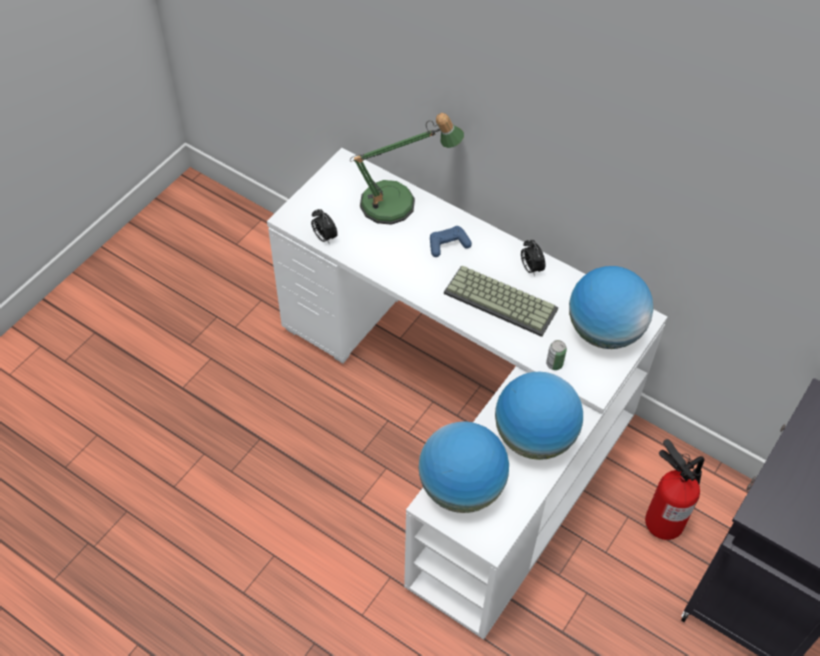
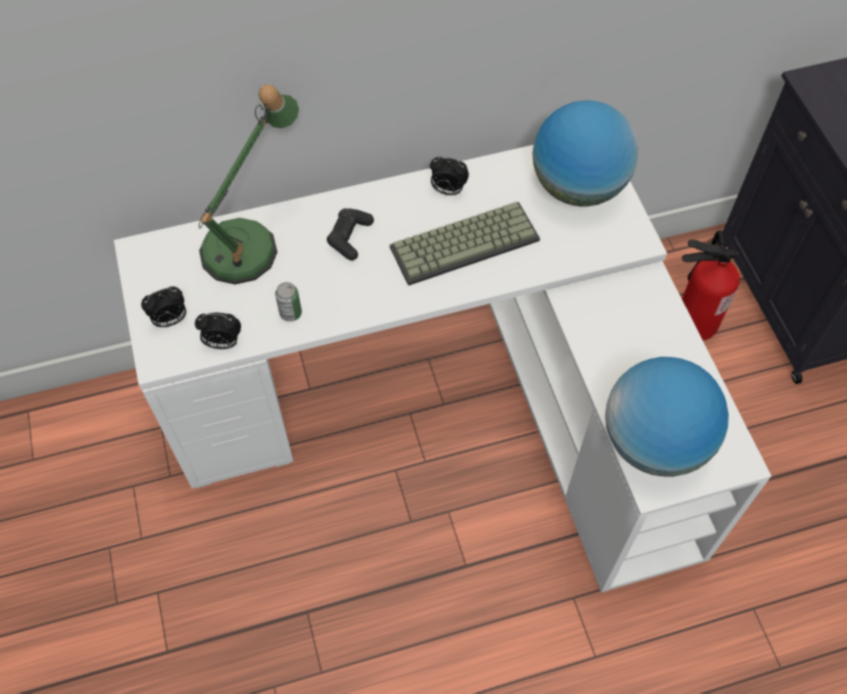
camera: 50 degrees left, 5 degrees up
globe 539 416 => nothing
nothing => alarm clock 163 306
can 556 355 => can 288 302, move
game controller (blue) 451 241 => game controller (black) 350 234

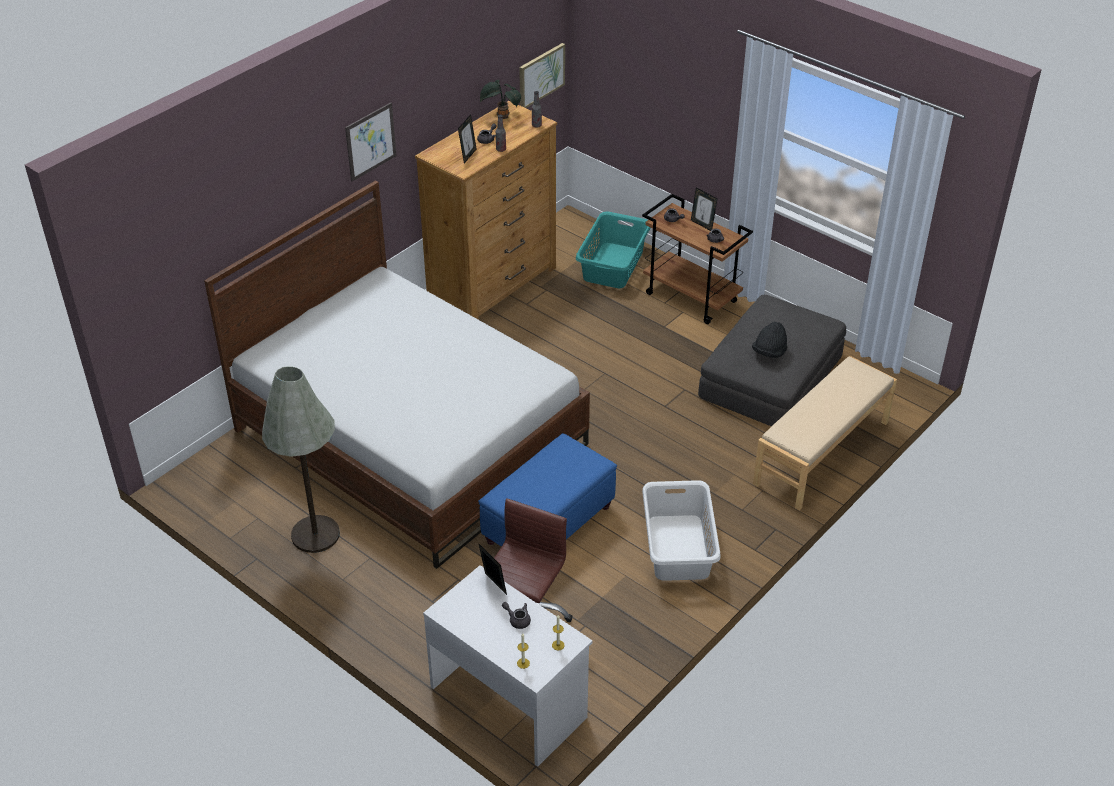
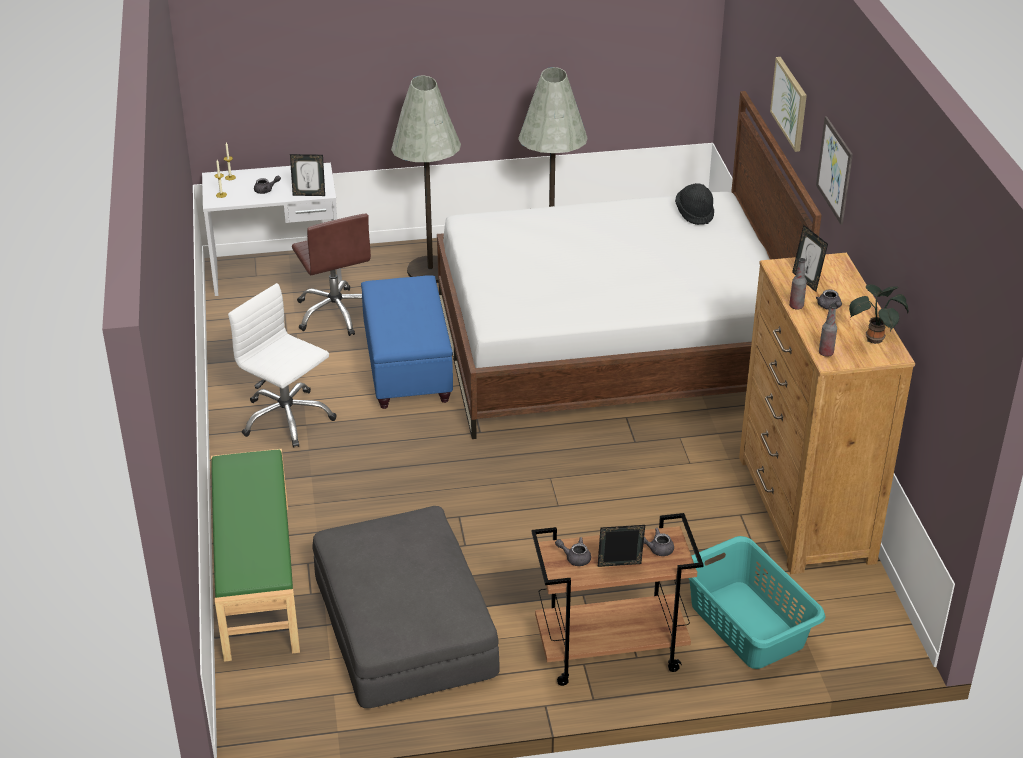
camera: 130 degrees right, 5 degrees down
nothing => floor lamp (grey) 426 179
picture 542 75 => picture 788 104, move
hat (black) 769 340 => hat (black) 694 204, move
laundry basket (white) 681 530 => office chair (white) 282 365
bench (beige) 825 433 => bench (green) 255 555

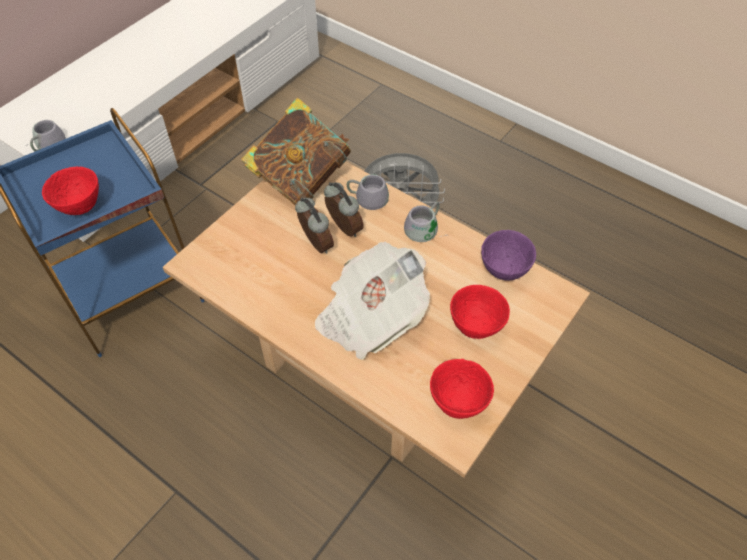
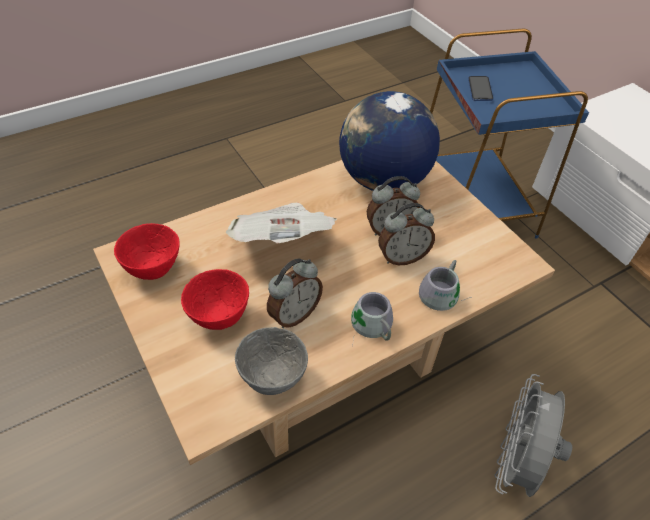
camera: 110 degrees right, 5 degrees down
mug (grey) 46 135 => nothing
book 296 151 => nothing
nothing => alarm clock 295 293
nothing => globe 389 141
bowl (red) 70 191 => phone 481 88
bowl (purple) 508 255 => bowl (grey) 271 361

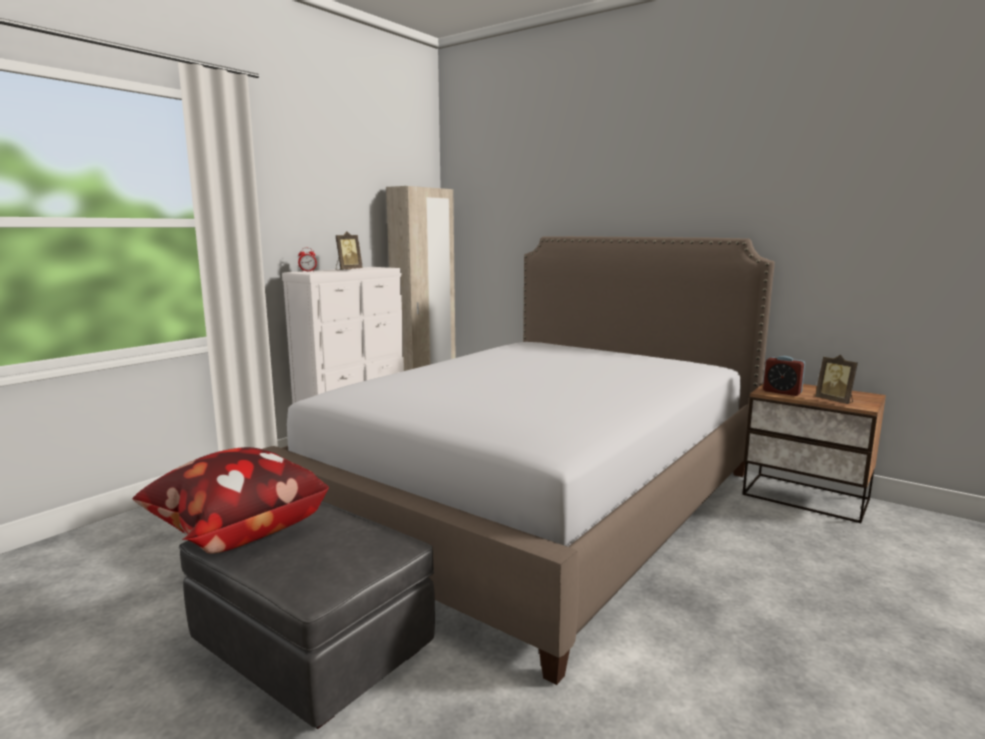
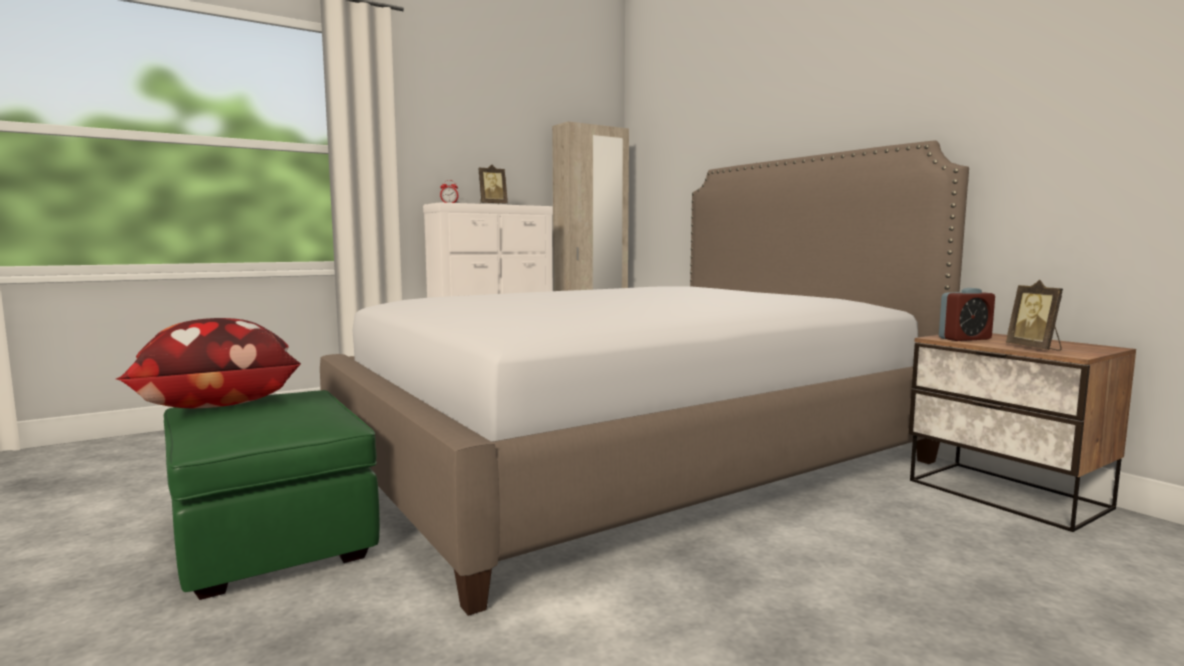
camera: 20 degrees right, 5 degrees down
ottoman (grey) 307 615 => ottoman (green) 272 495
alarm clock 784 376 => alarm clock 967 314, 75 degrees counterclockwise

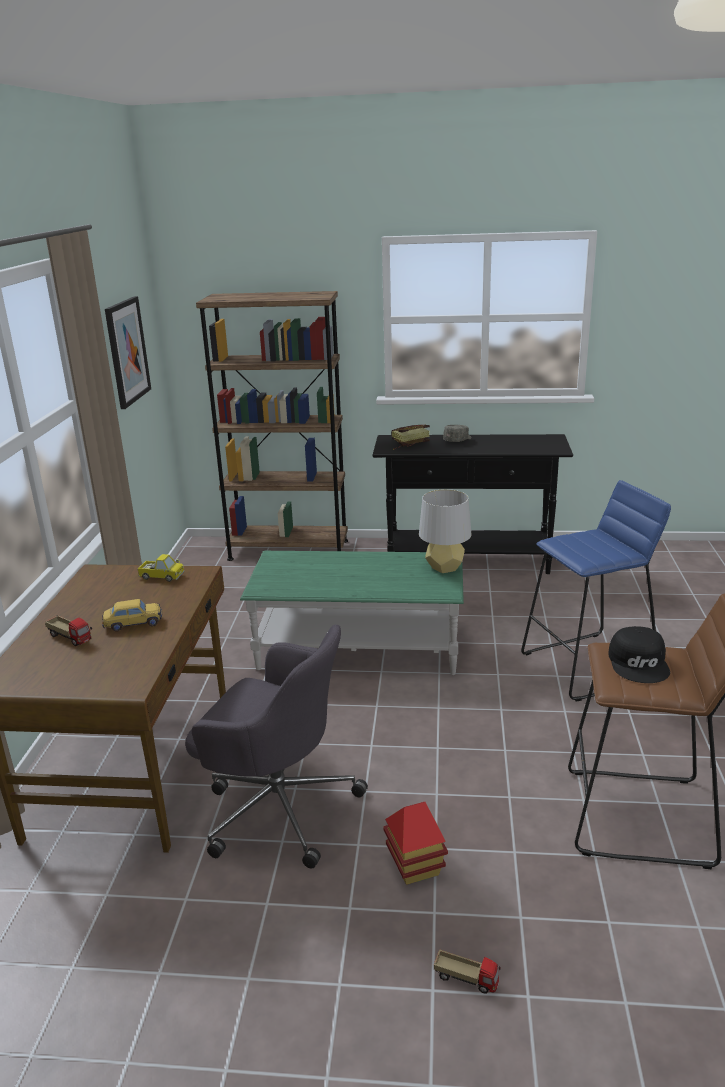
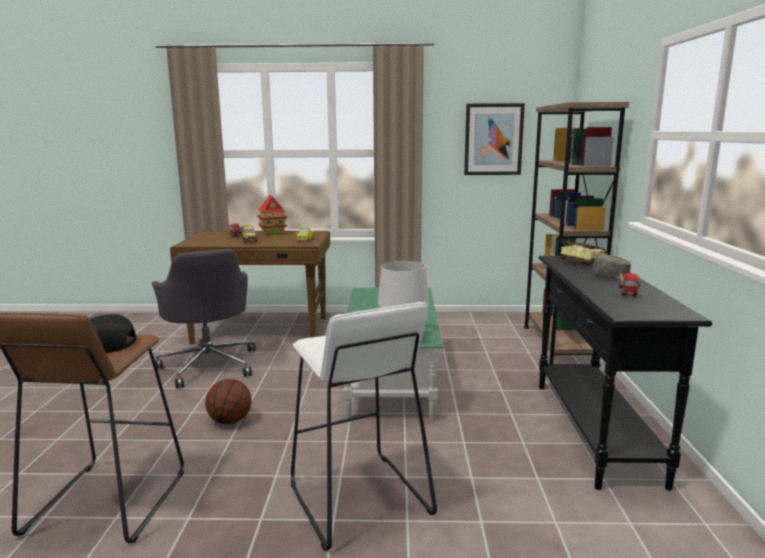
camera: 85 degrees right, 10 degrees down
nothing => basketball 228 401
toy house 415 843 => toy house 272 215, move
toy truck 467 971 => toy truck 630 284, move
stool (blue) 596 590 => stool (white) 364 426
office chair (grey) 276 747 => office chair (grey) 204 318, 45 degrees counterclockwise

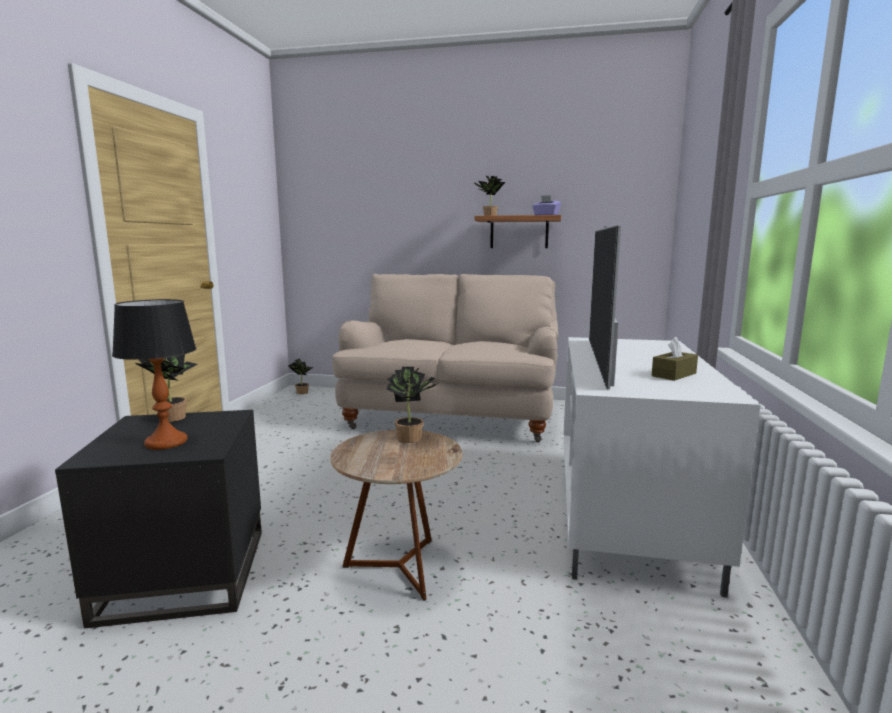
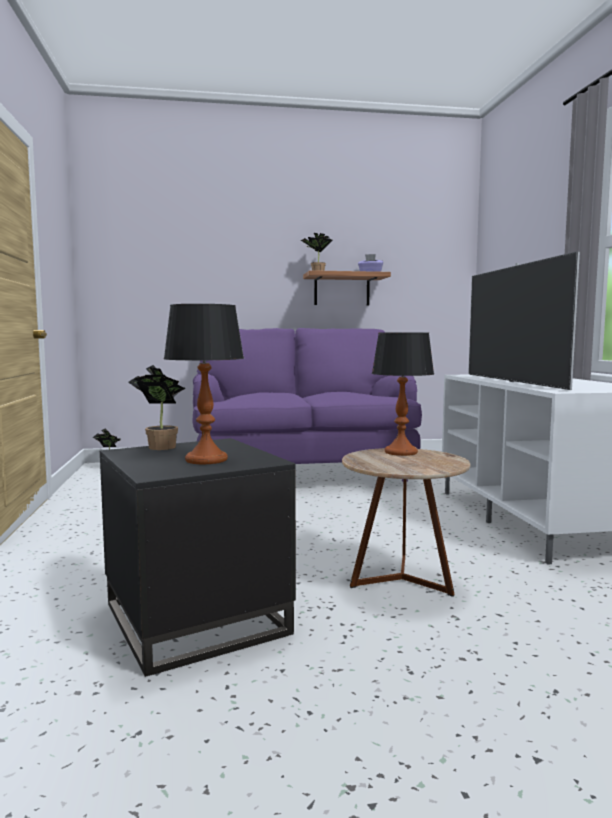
camera: 20 degrees left, 5 degrees down
tissue box (brown) 674 359 => nothing
potted plant 412 405 => table lamp 403 394
sofa (beige) 445 358 => sofa (purple) 307 405

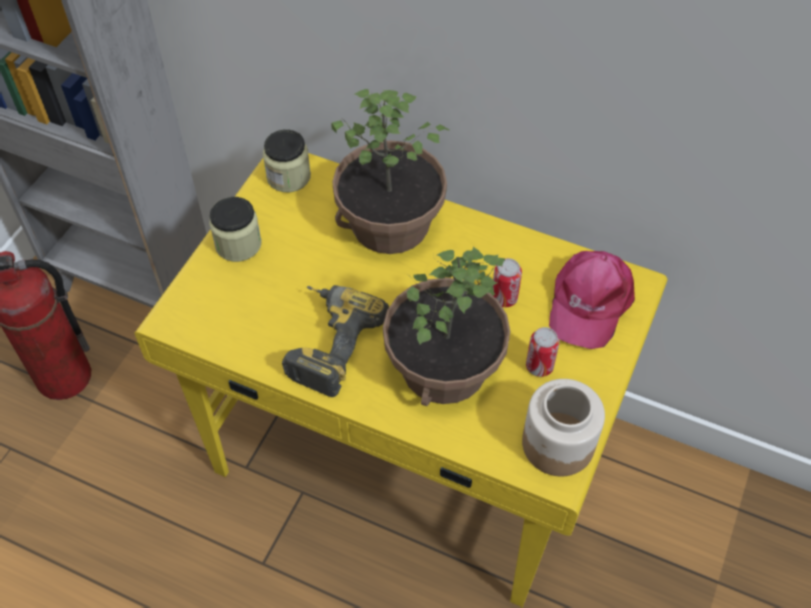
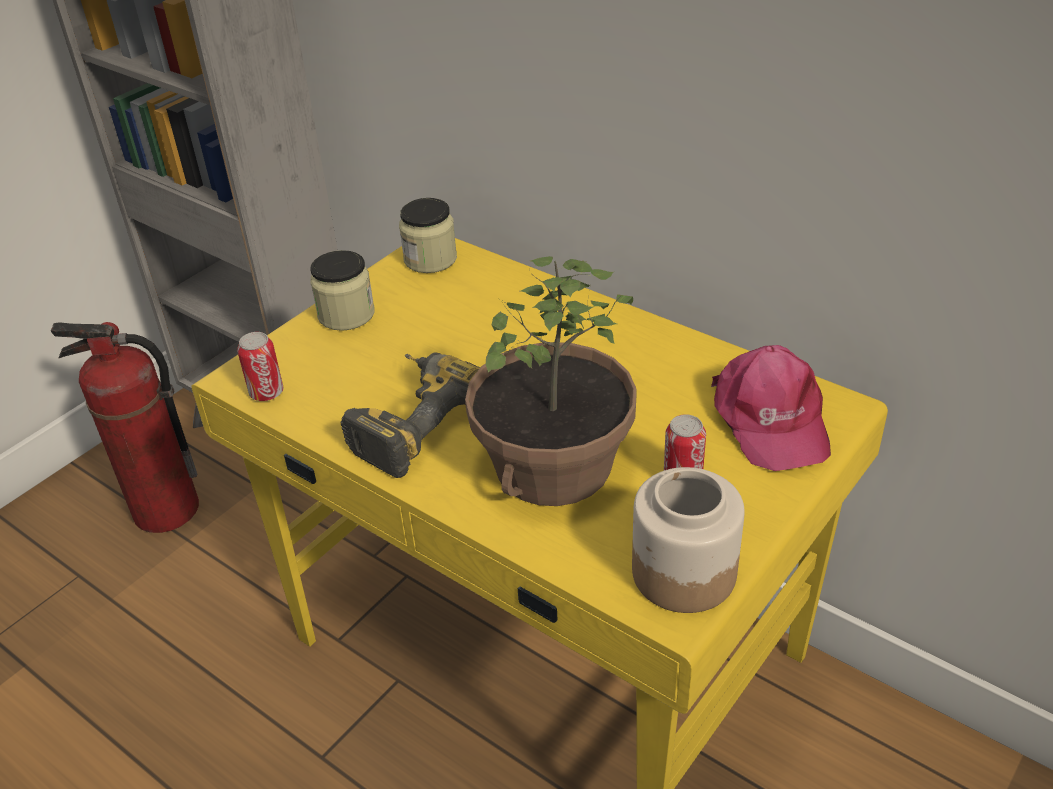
camera: 15 degrees right, 15 degrees down
potted plant 390 171 => nothing
can 506 282 => can 260 366, move
cap (pink) 592 300 => cap (pink) 771 408, 45 degrees counterclockwise

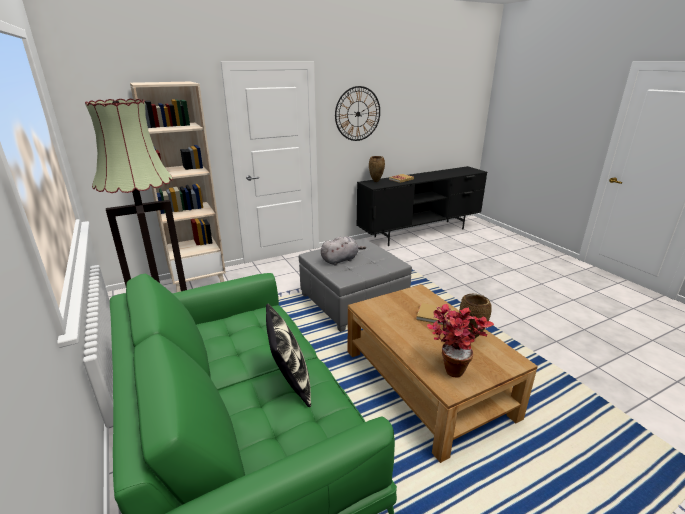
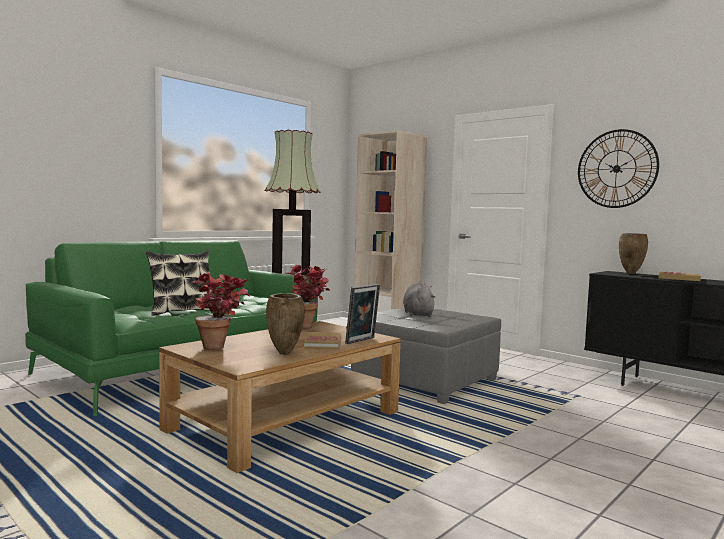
camera: 70 degrees right, 20 degrees down
nothing => potted plant 308 296
nothing => picture frame 362 314
plush toy (grey) 343 251 => plush toy (grey) 419 299, 135 degrees counterclockwise

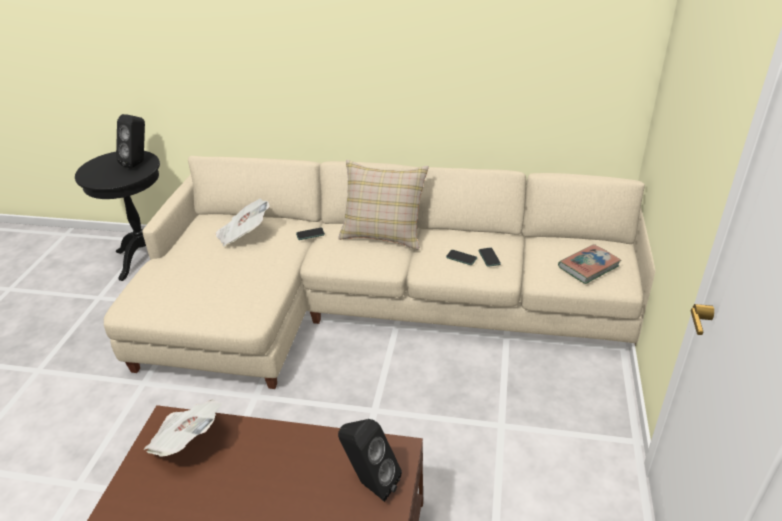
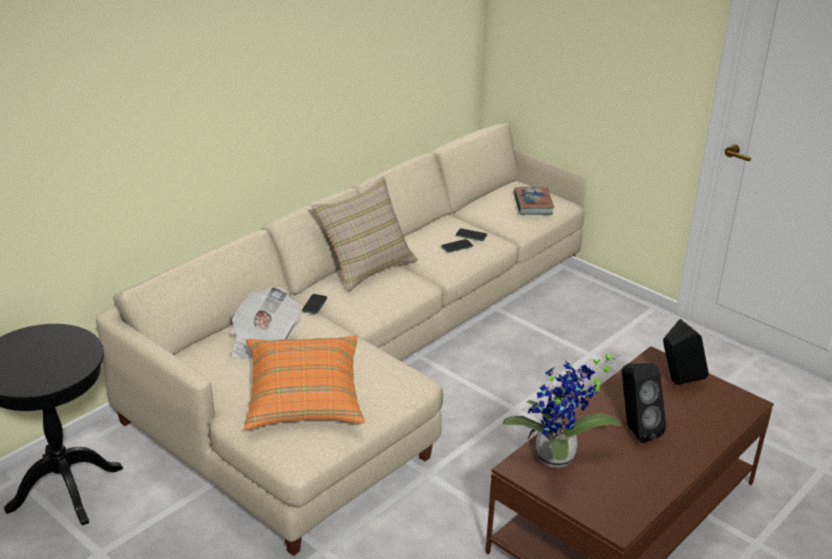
camera: 60 degrees left, 5 degrees down
nothing => pillow (orange) 304 383
speaker (black) 130 141 => speaker (black) 644 403, move
newspaper 183 428 => potted plant 562 411

